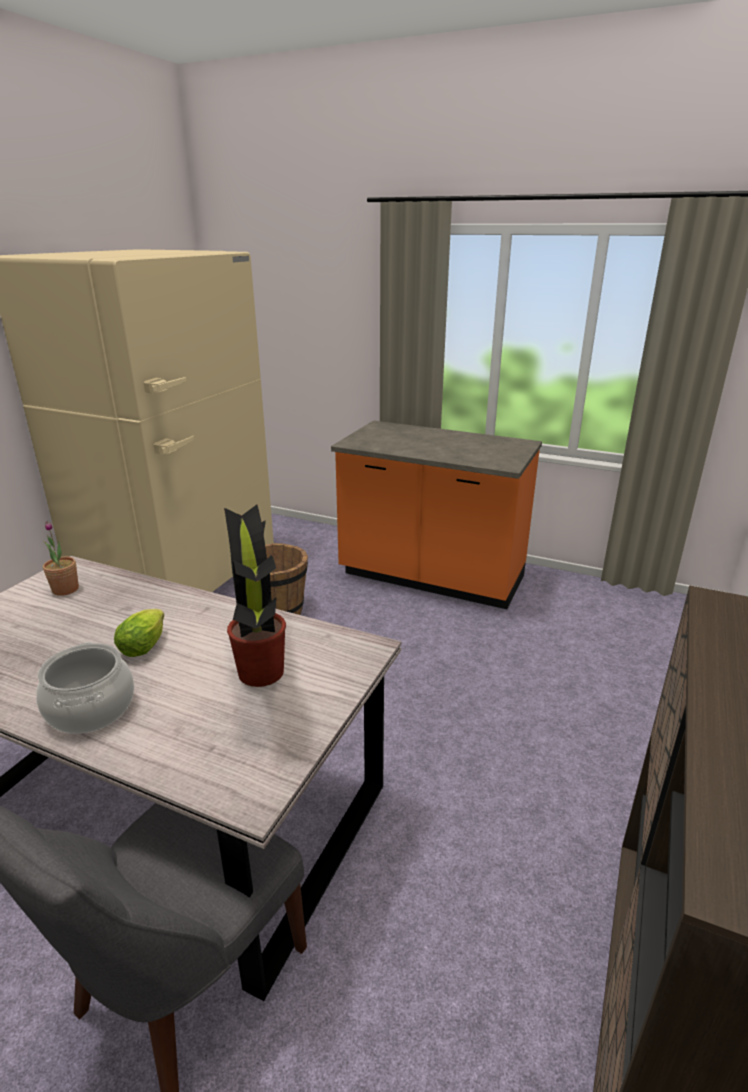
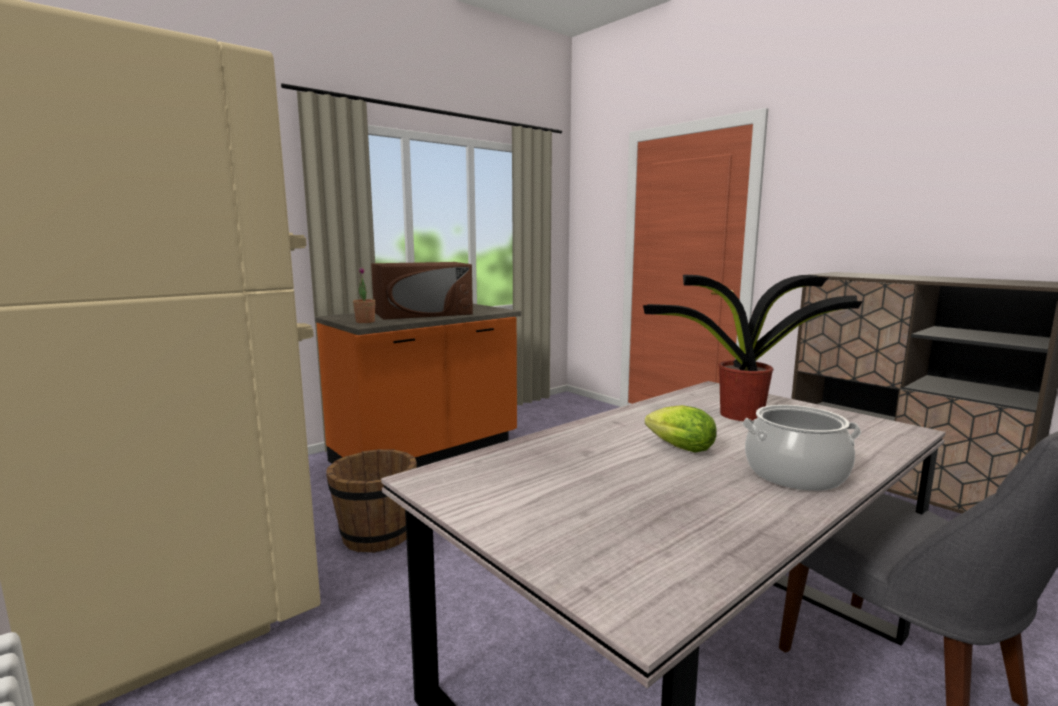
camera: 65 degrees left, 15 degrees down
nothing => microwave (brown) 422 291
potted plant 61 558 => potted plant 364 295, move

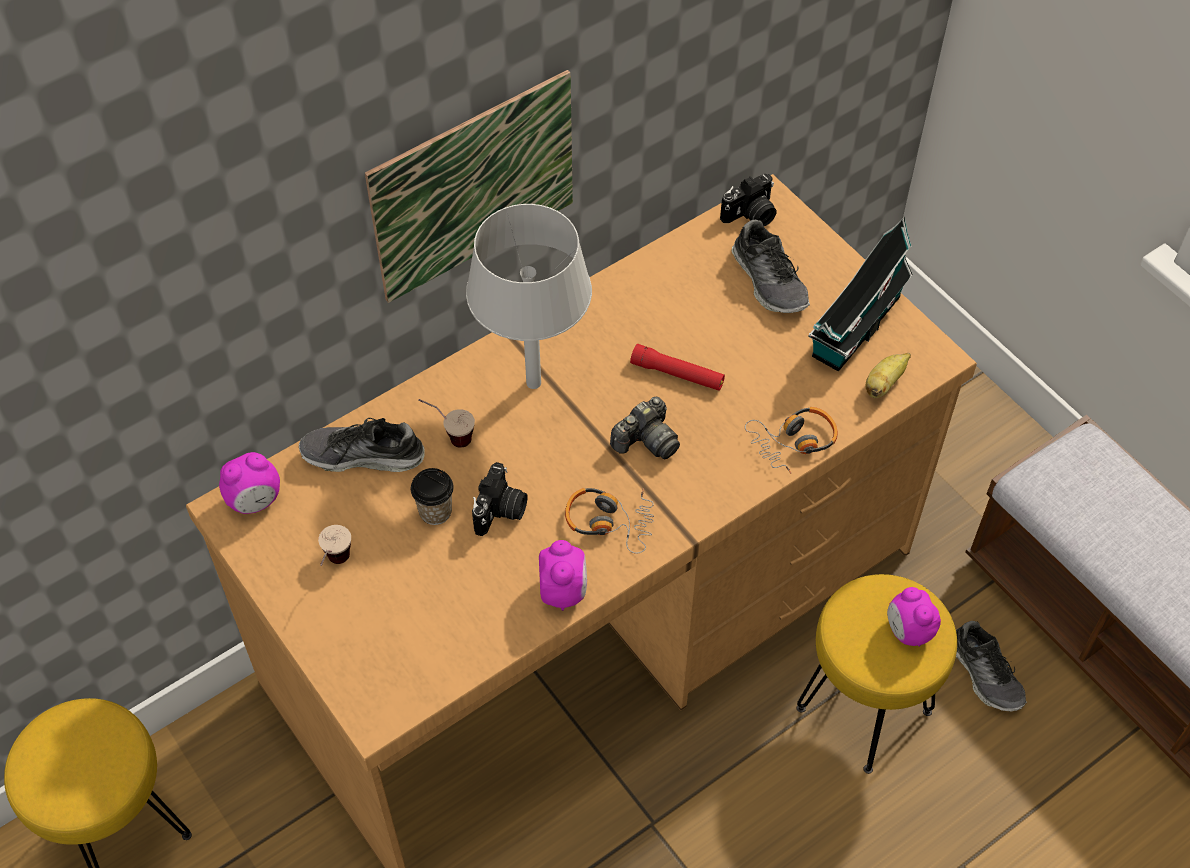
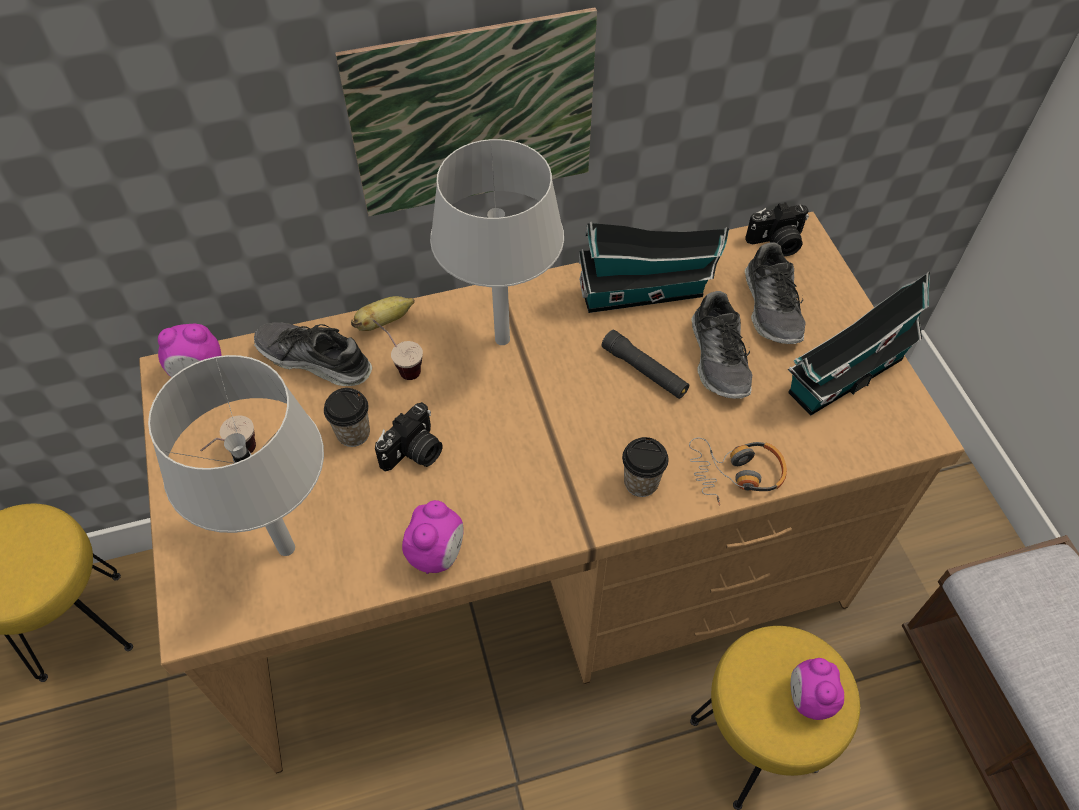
camera: 20 degrees right, 0 degrees up
headphones 609 521 => nothing
photo camera 645 428 => nothing
nothing => table lamp (grey) 236 455
nothing => toy house 653 267
nothing => cup 645 467
banana 888 375 => banana 383 313, move
shoe 991 666 => shoe 721 345, move
flashlight (red) 677 367 => flashlight (black) 645 364

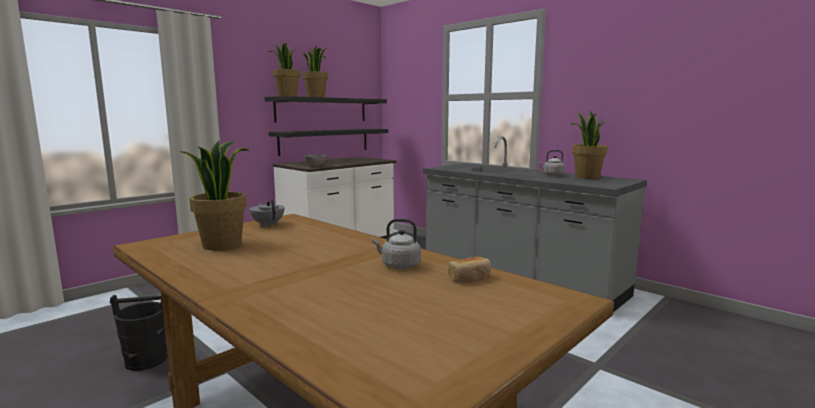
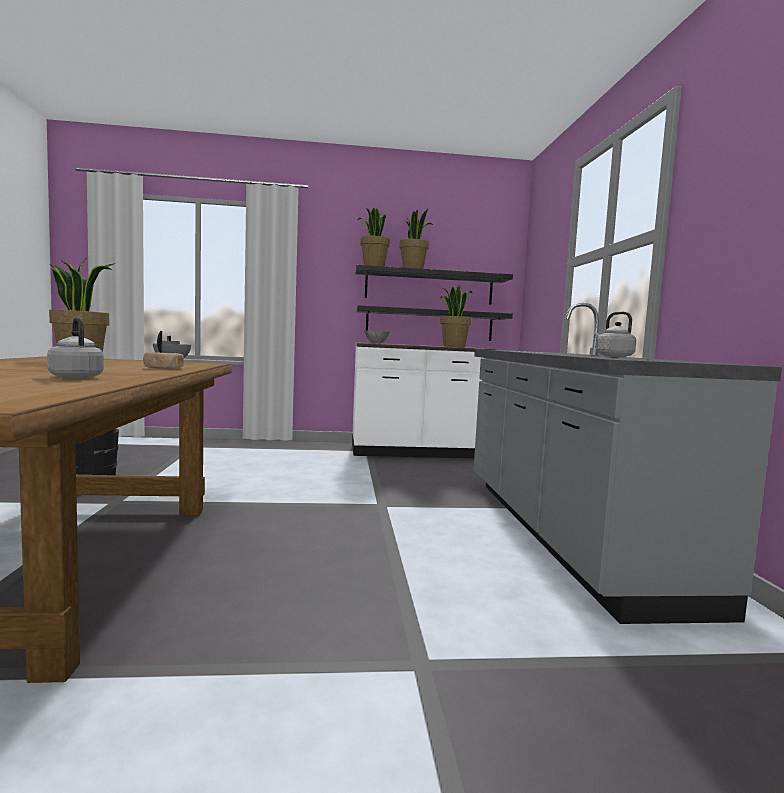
camera: 40 degrees right, 5 degrees down
bread 469 270 => bread 163 360, move
potted plant 589 145 => potted plant 456 316, move

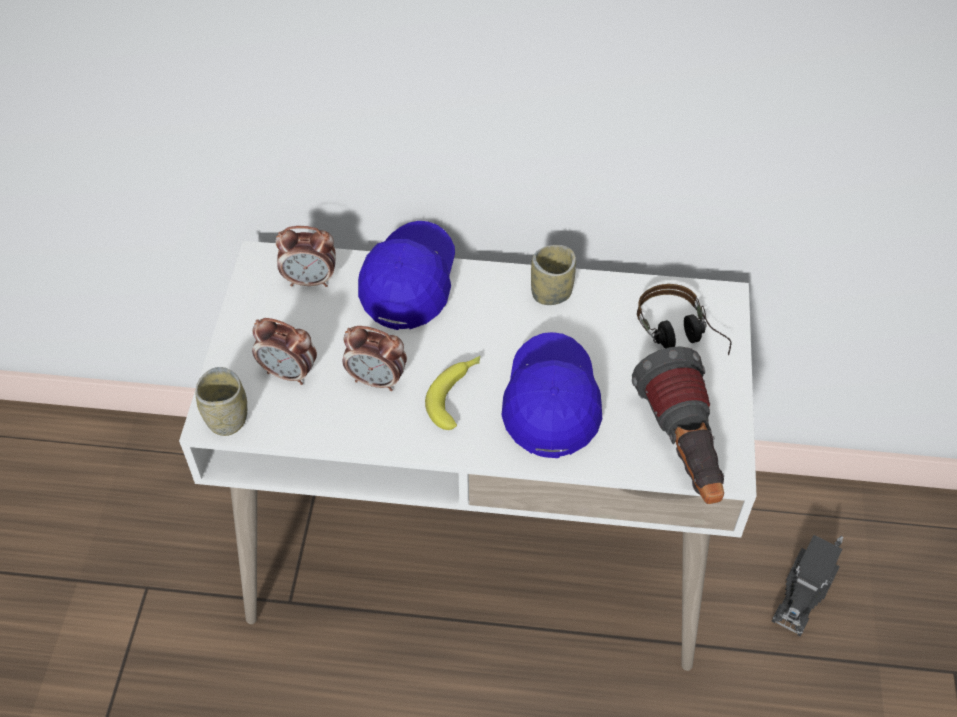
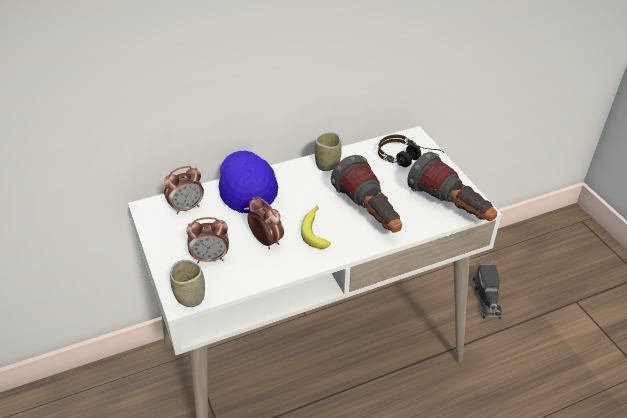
camera: 30 degrees left, 10 degrees down
cap (blue) 551 395 => flashlight 366 194
alarm clock 374 358 => alarm clock 265 223, 120 degrees counterclockwise

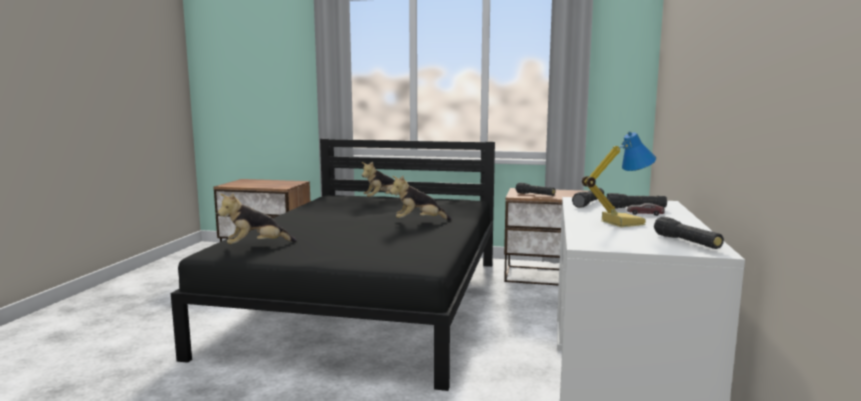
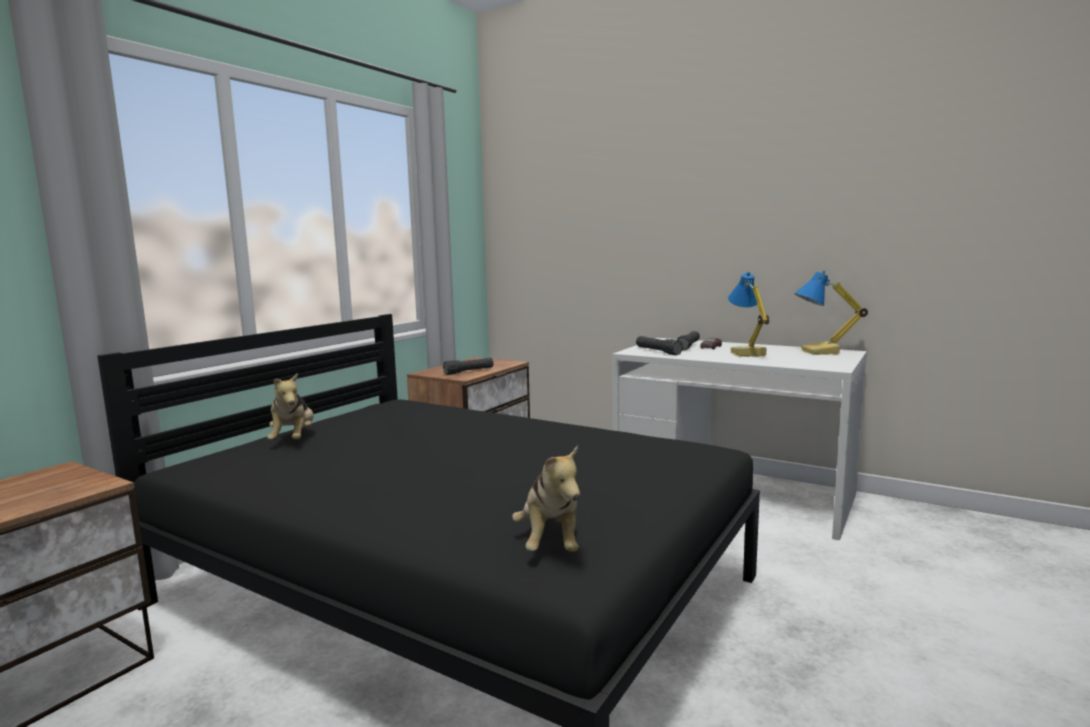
camera: 70 degrees left, 0 degrees up
plush toy 421 198 => nothing
flashlight (black) 689 232 => table lamp 831 312

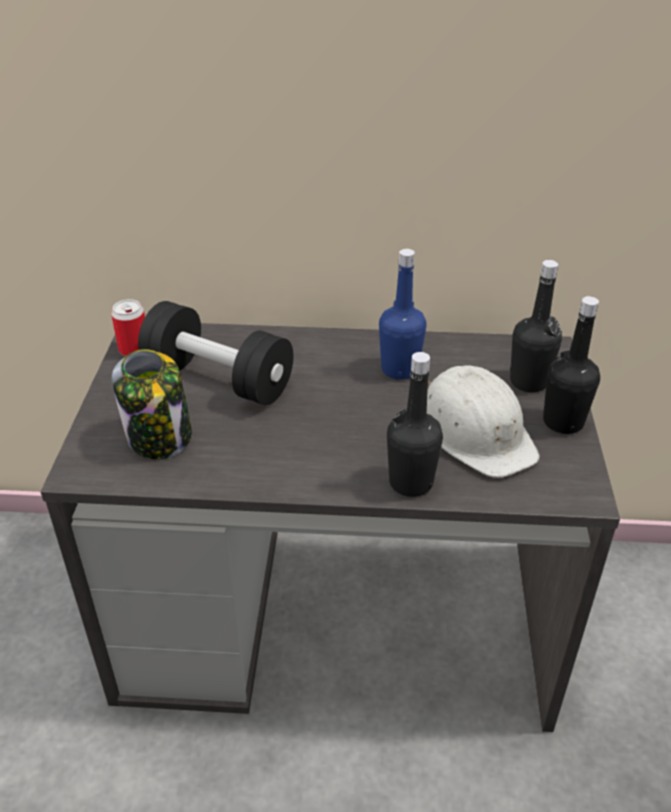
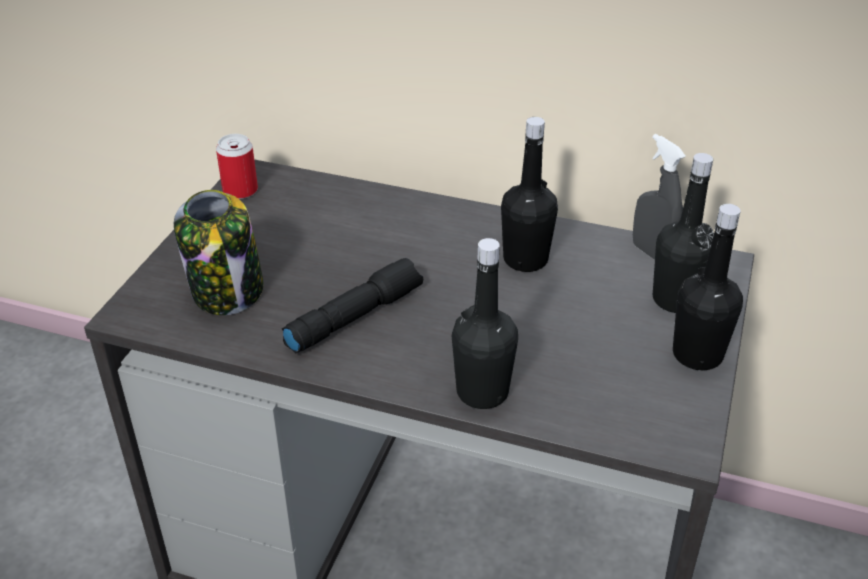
camera: 15 degrees right, 0 degrees up
dumbbell (black) 215 353 => nothing
hard hat (white) 483 421 => nothing
nothing => flashlight (black) 352 306
nothing => spray bottle (grey) 659 197
bottle (blue) 402 314 => bottle (black) 529 194

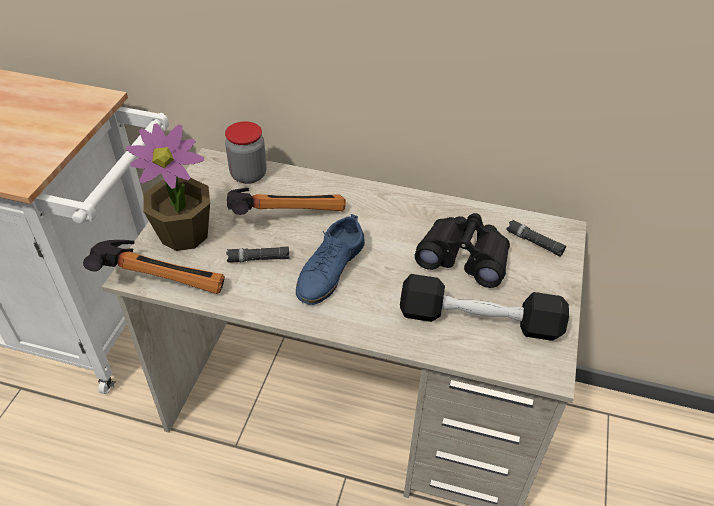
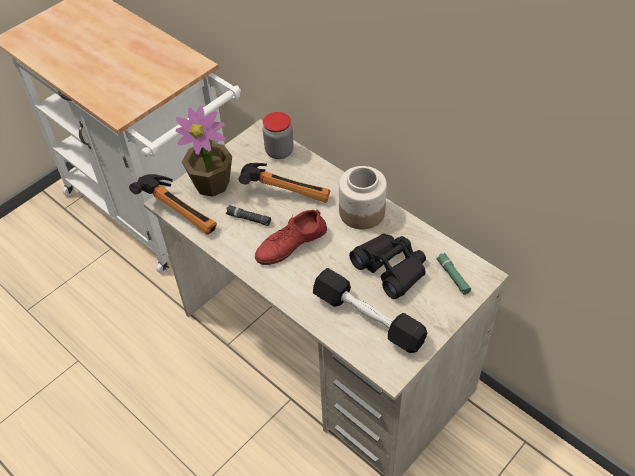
camera: 30 degrees right, 5 degrees up
nothing => jar 363 198
shoe (blue) 330 259 => shoe (red) 291 237
flashlight (black) 536 238 => flashlight (green) 453 274

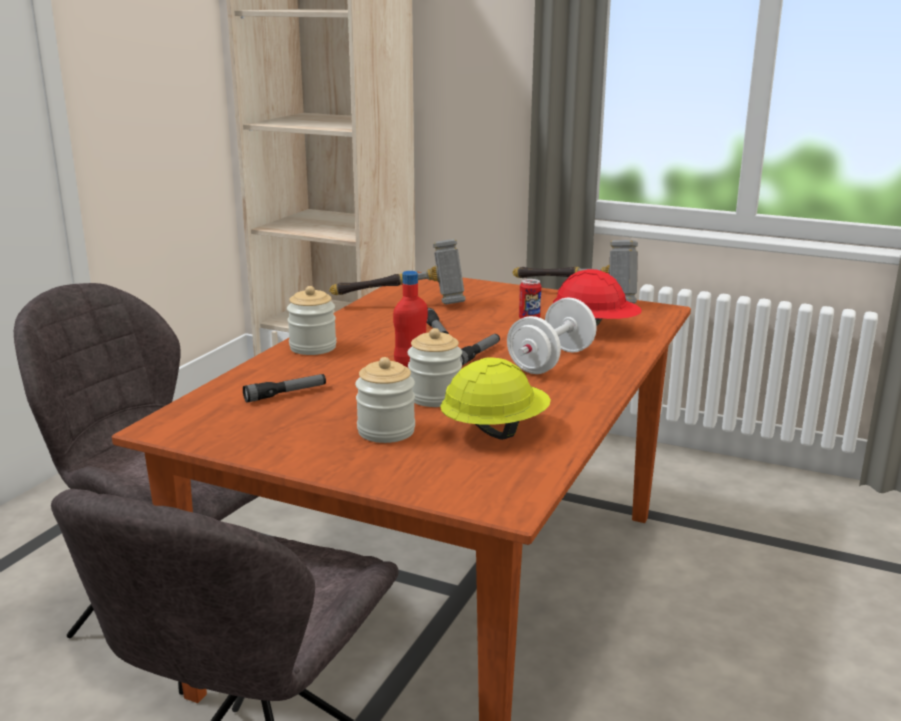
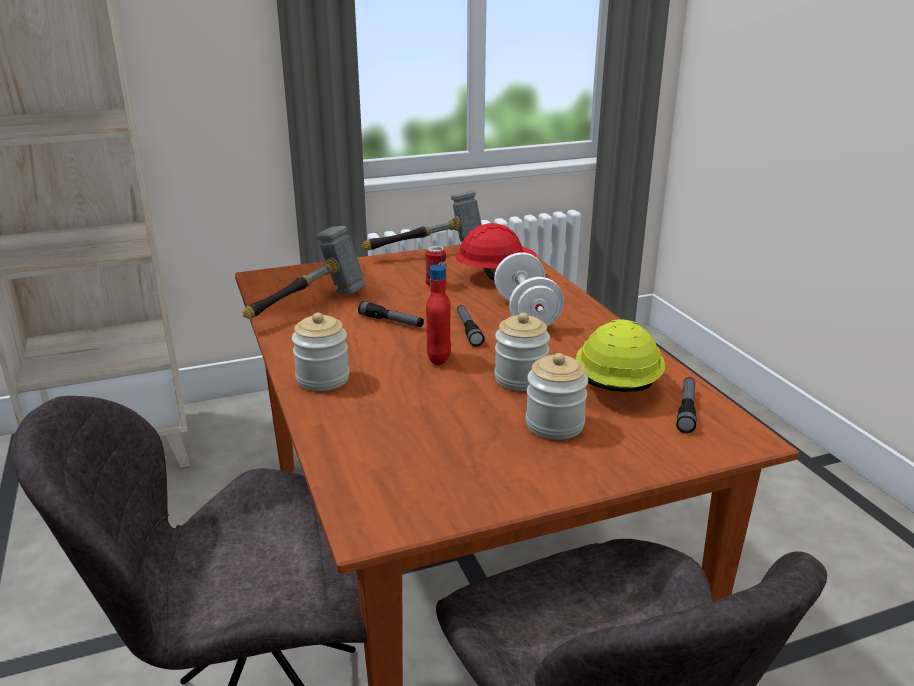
camera: 45 degrees left, 5 degrees up
flashlight 284 388 => flashlight 686 405, move

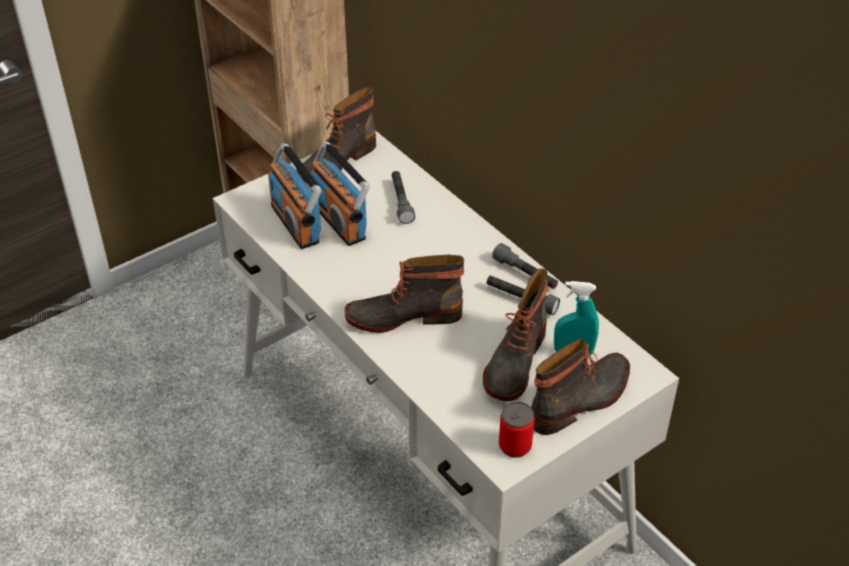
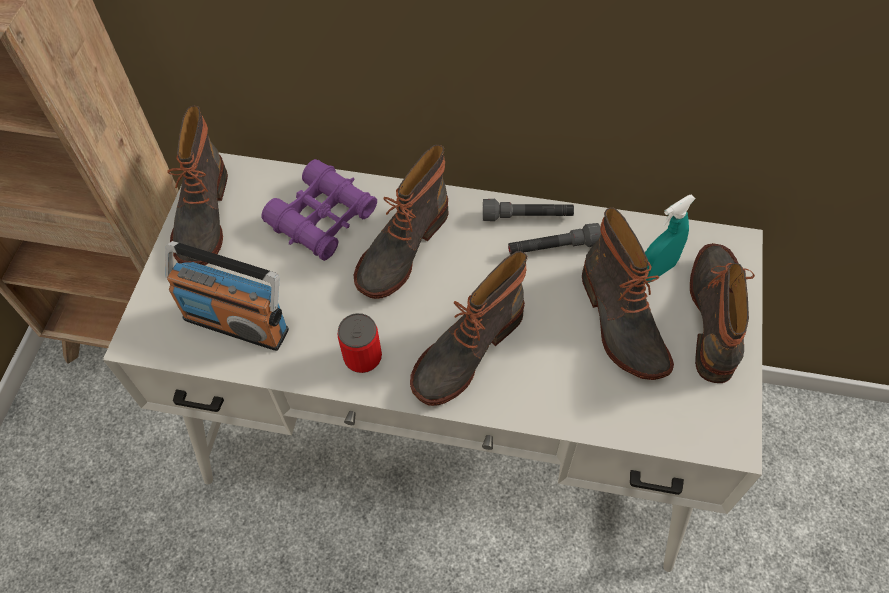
camera: 40 degrees left, 15 degrees up
radio 340 194 => nothing
nothing => boot 401 222
can 517 430 => can 360 343, move
flashlight (grey) 403 197 => binoculars (purple) 319 210

